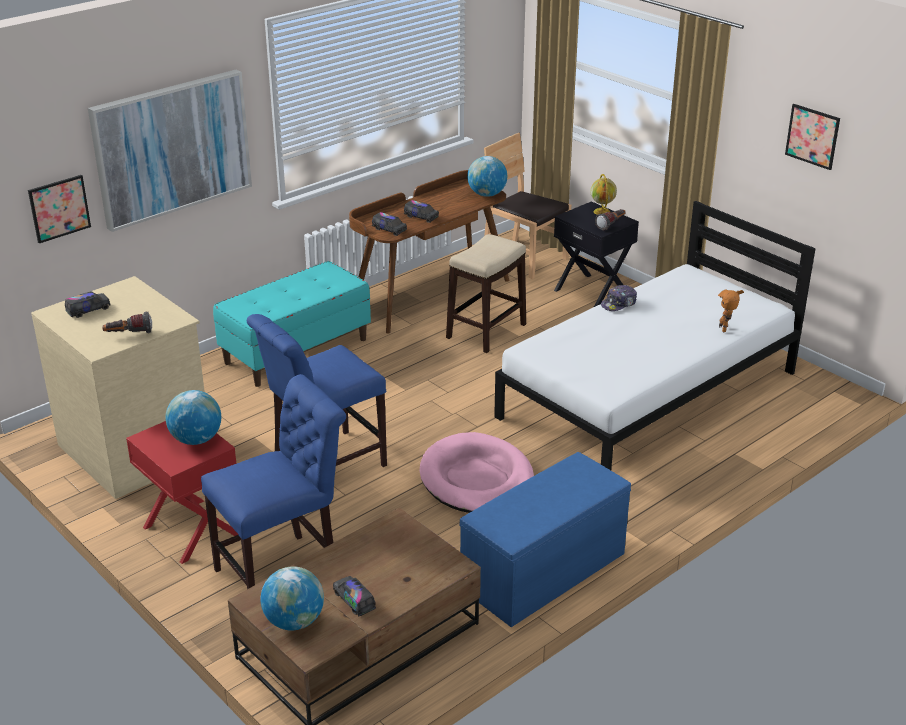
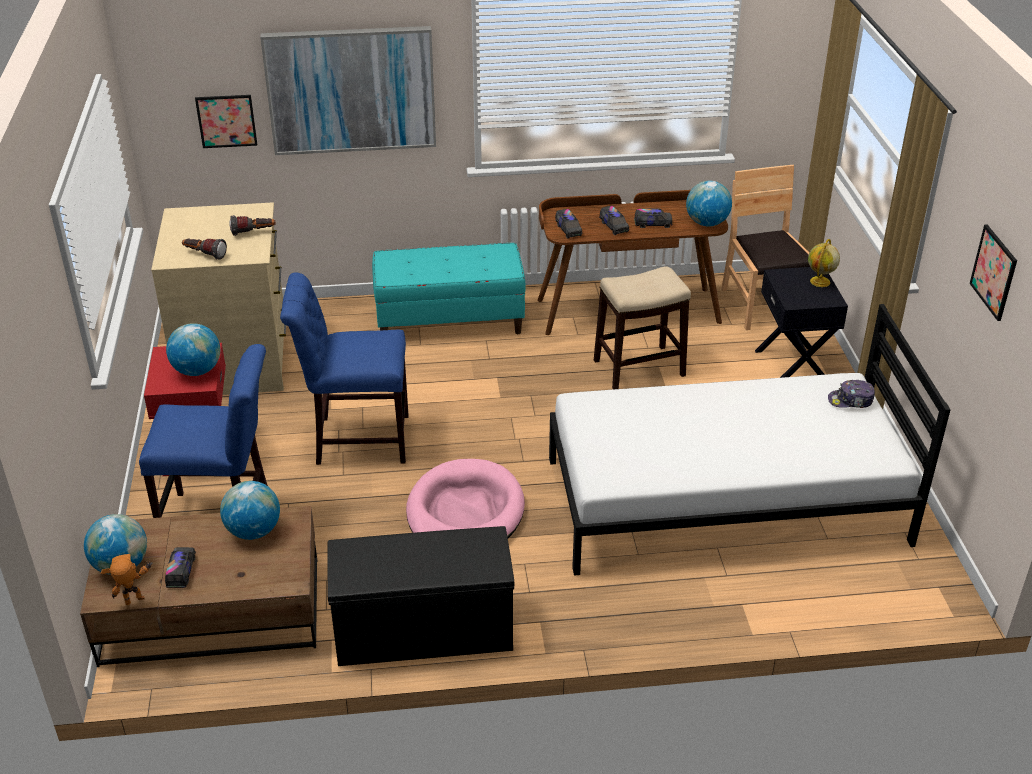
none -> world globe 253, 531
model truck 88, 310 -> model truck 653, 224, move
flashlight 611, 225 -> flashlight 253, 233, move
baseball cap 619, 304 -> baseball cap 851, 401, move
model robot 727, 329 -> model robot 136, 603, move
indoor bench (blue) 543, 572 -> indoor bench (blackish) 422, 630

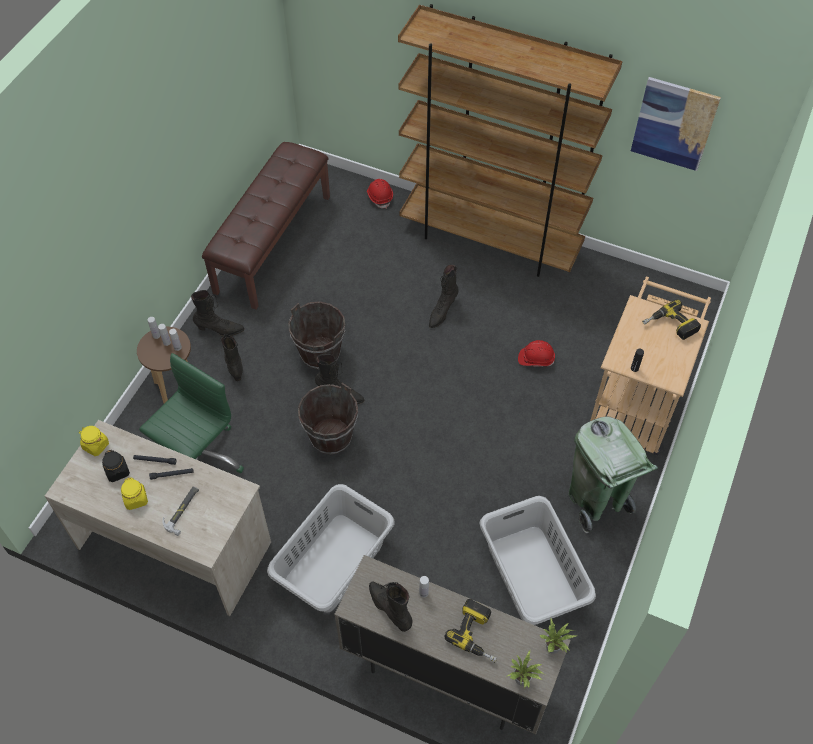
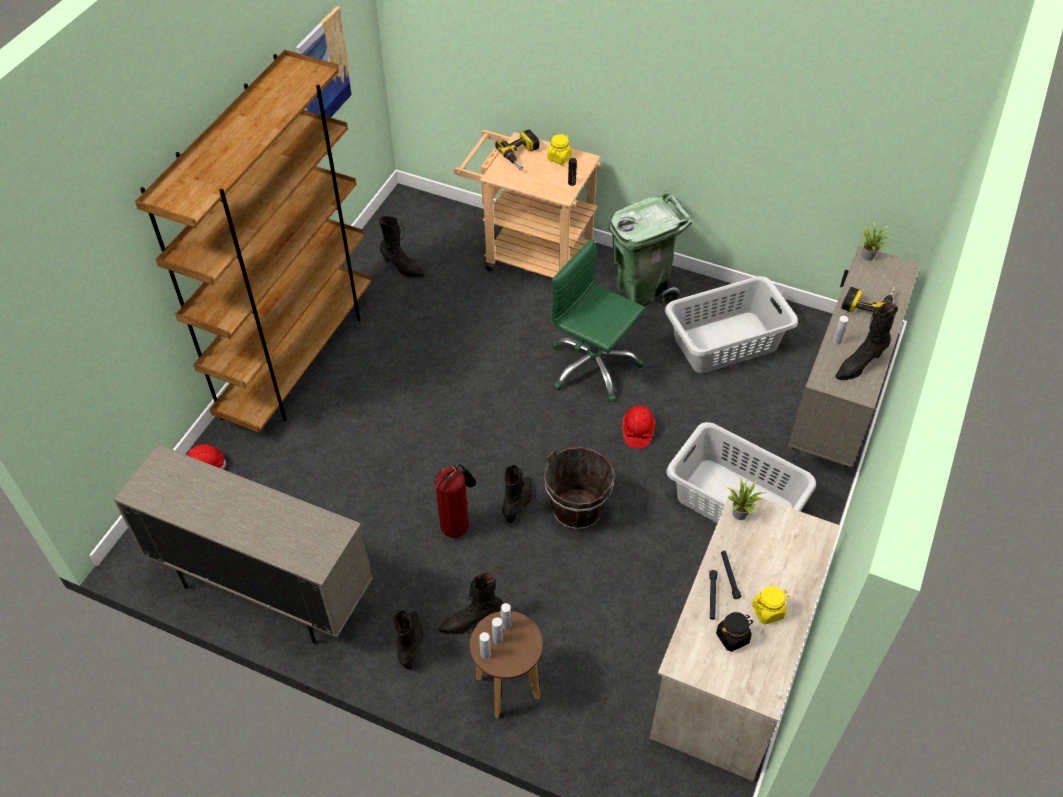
tool hammer 183, 510 -> none
jar (yellowish) 95, 445 -> jar (yellowish) 559, 158, move
desk chair (green) 199, 459 -> desk chair (green) 593, 366, move
boot (blackish) 442, 312 -> boot (blackish) 402, 268, move
houseplant 523, 680 -> houseplant 741, 513, move
safety helmet (red) 536, 359 -> safety helmet (red) 637, 431, move
indoor bench (brownish) 272, 243 -> cupboard (sand-coloured) 264, 590
water bucket (brownish) 320, 353 -> fire extinguisher 457, 525

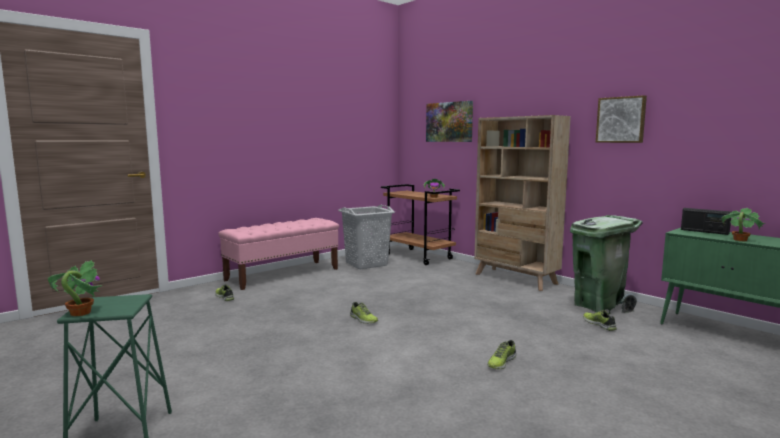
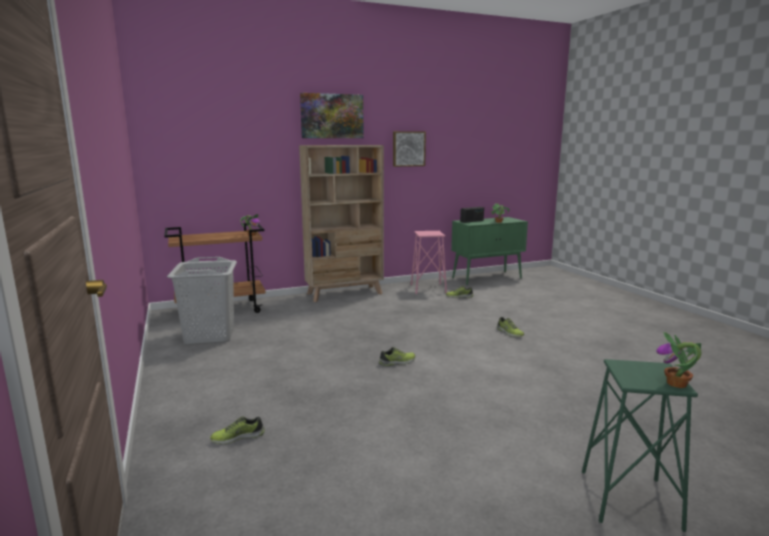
indoor bench (pink) 283, 274 -> none
picture 449, 122 -> picture 332, 116, move
waste bin (green) 599, 307 -> sitting stool (pink) 428, 289

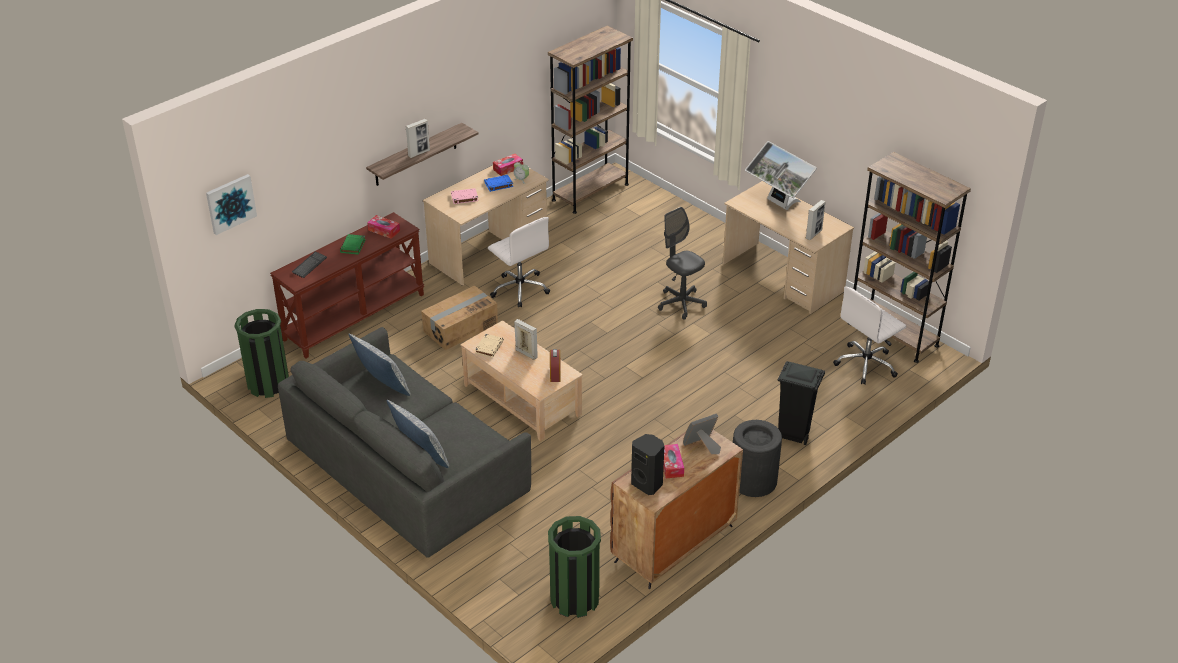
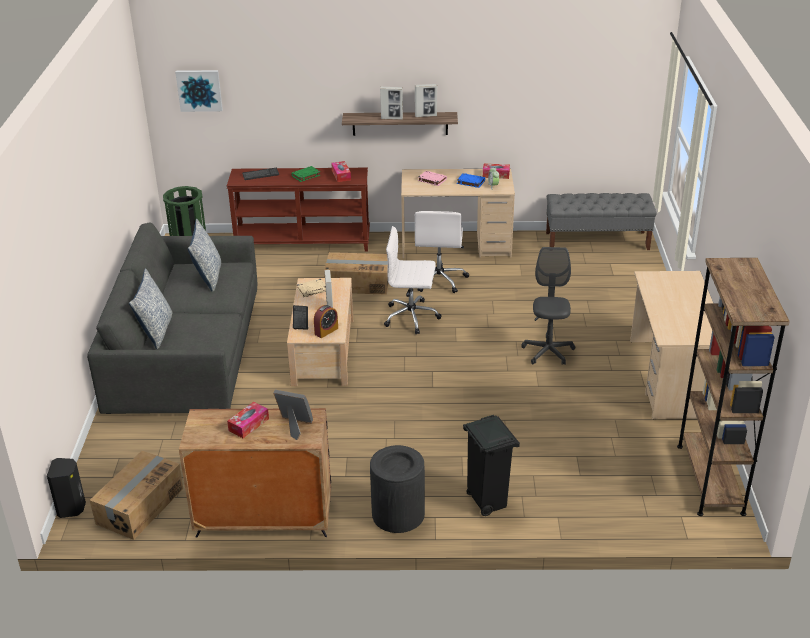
monitor 778, 204 -> none
none -> keyboard 300, 318
speaker (blackish) 647, 484 -> speaker (blackish) 72, 508, move
standing frame 813, 234 -> standing frame 426, 116, move
desk chair (white-coloured) 866, 364 -> desk chair (white-coloured) 412, 317, move
bookshelf (brownish) 590, 192 -> indoor bench (greyish) 597, 241
waste bin (green) 574, 599 -> carton 139, 506

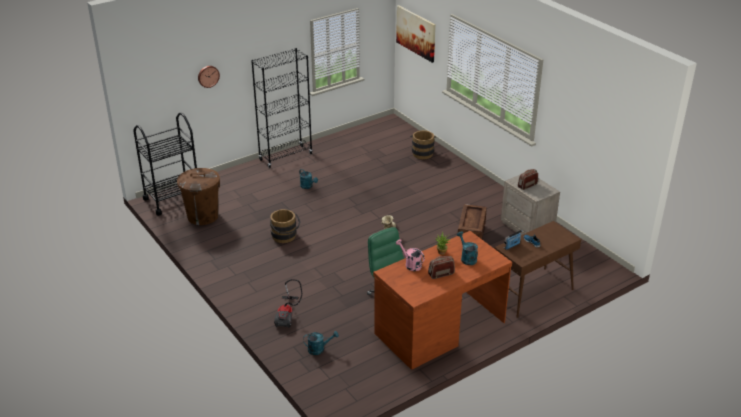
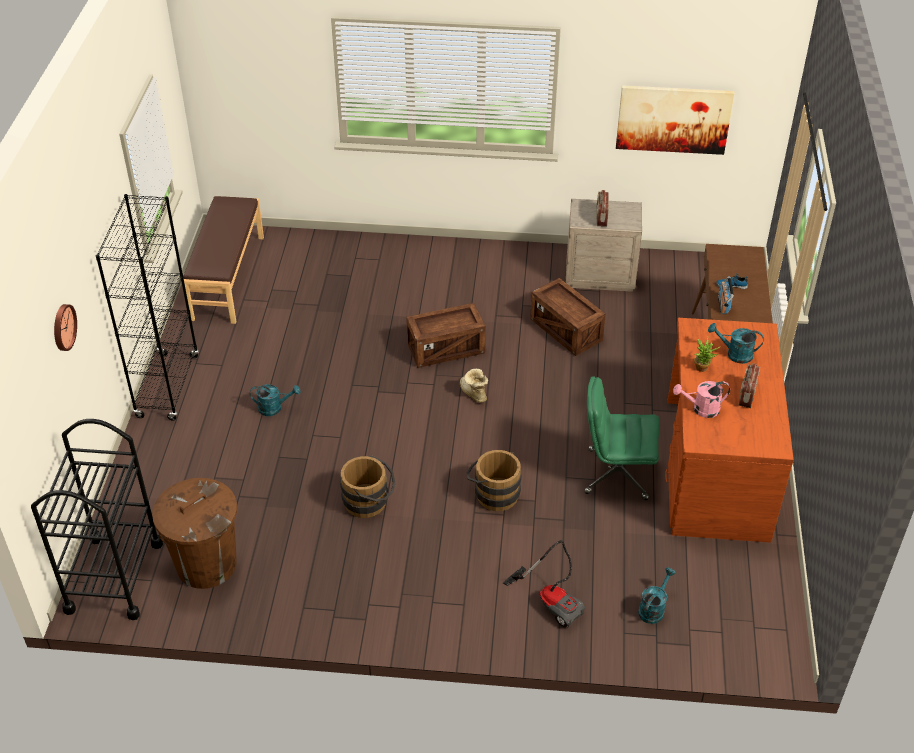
none -> indoor bench (brownish) 227, 277
none -> shipping crate 446, 349
picture 416, 33 -> picture 673, 119, move
water bucket (brownish) 422, 153 -> water bucket (brownish) 493, 493, move

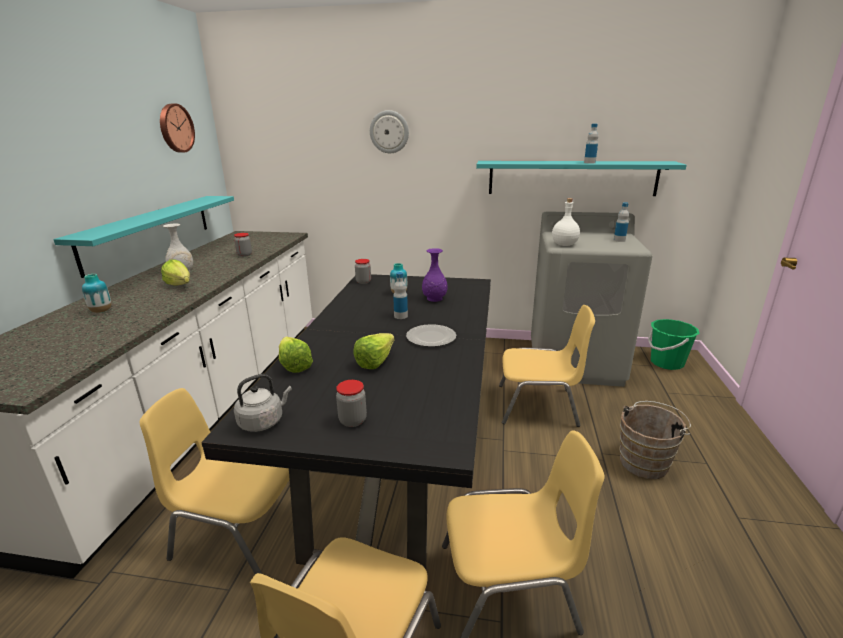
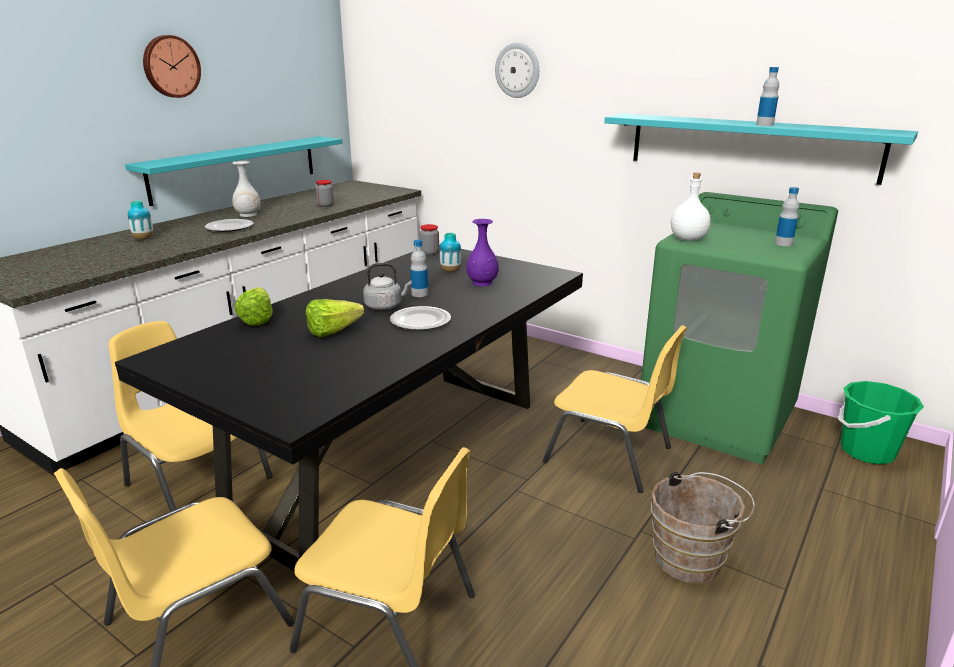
jar 352, 420 -> none
wall clock 175, 128 -> wall clock 170, 66, move
tea kettle (greyish) 263, 422 -> tea kettle (greyish) 385, 306, move
lettuce 180, 286 -> flat dish 230, 227
laundry machine (greyish) 575, 362 -> laundry machine (green) 717, 417

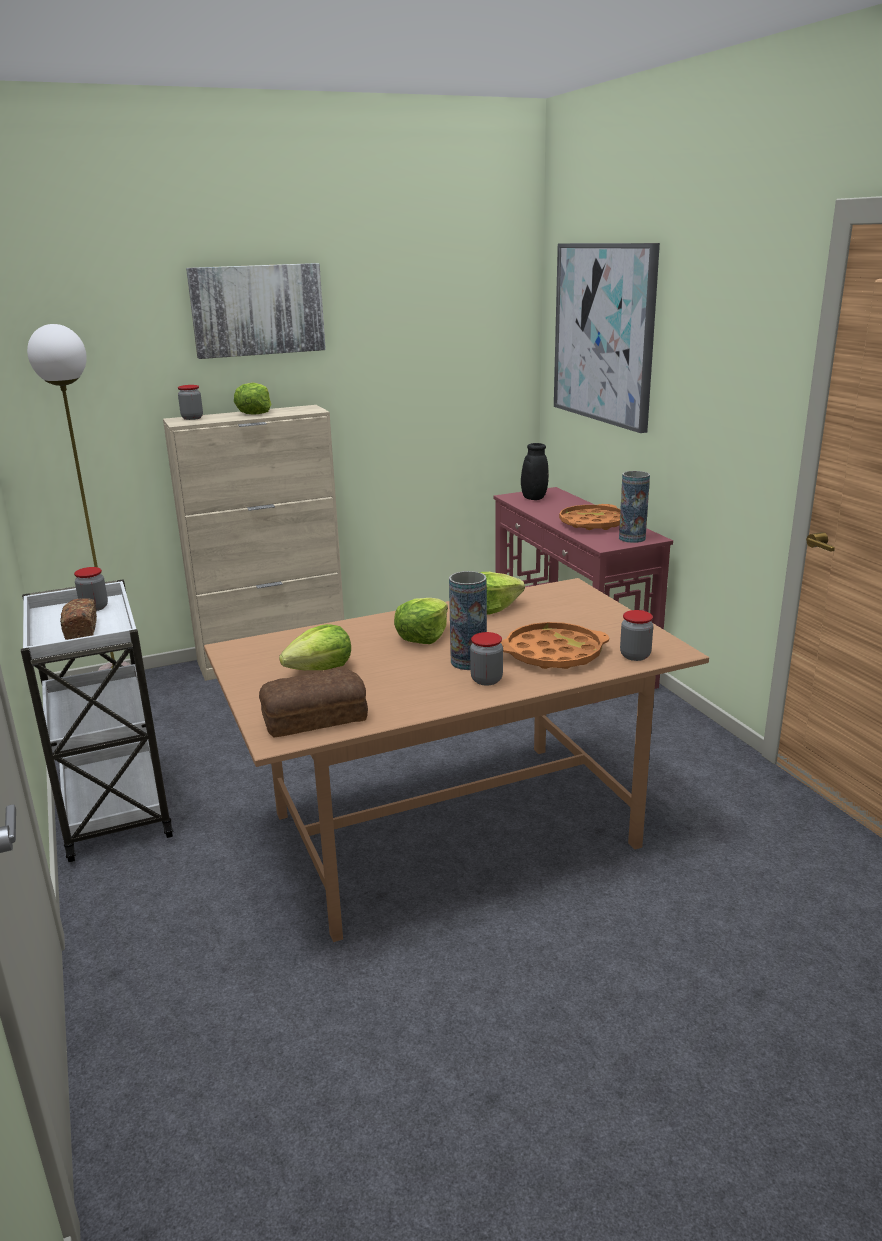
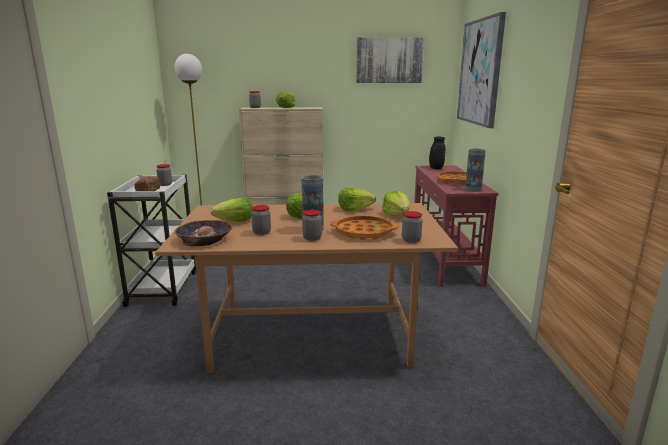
none -> jar 261, 232
none -> lettuce 397, 215
picture 257, 310 -> picture 389, 60, move
bread 313, 717 -> serving bowl 204, 239

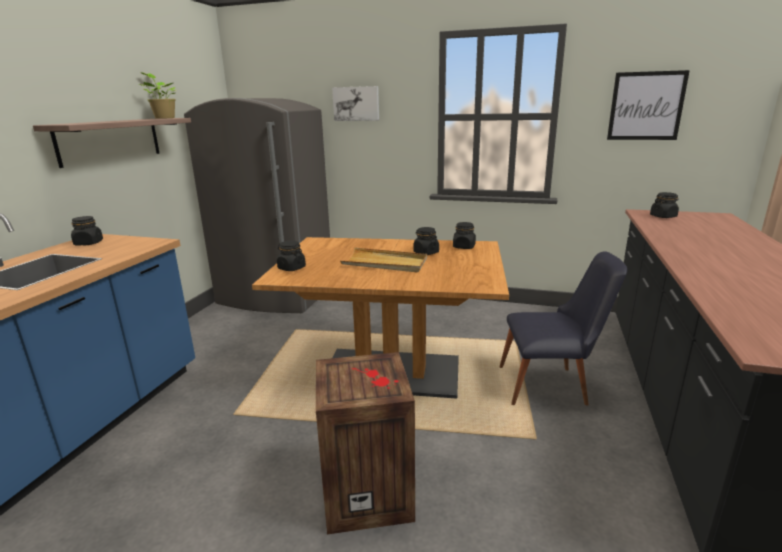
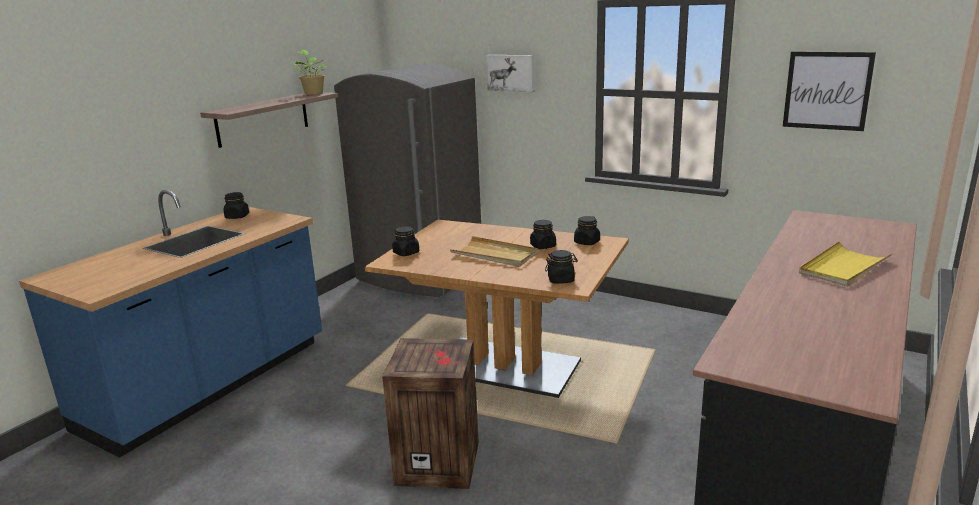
chair (blackish) 551, 386 -> none
none -> serving tray (yellowish) 843, 267
jar (blackish) 663, 216 -> jar (blackish) 561, 280, move

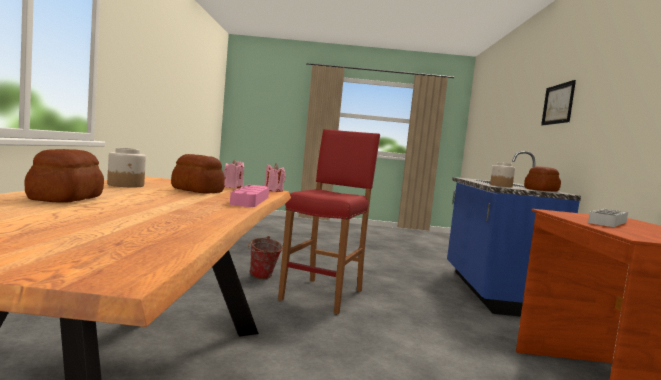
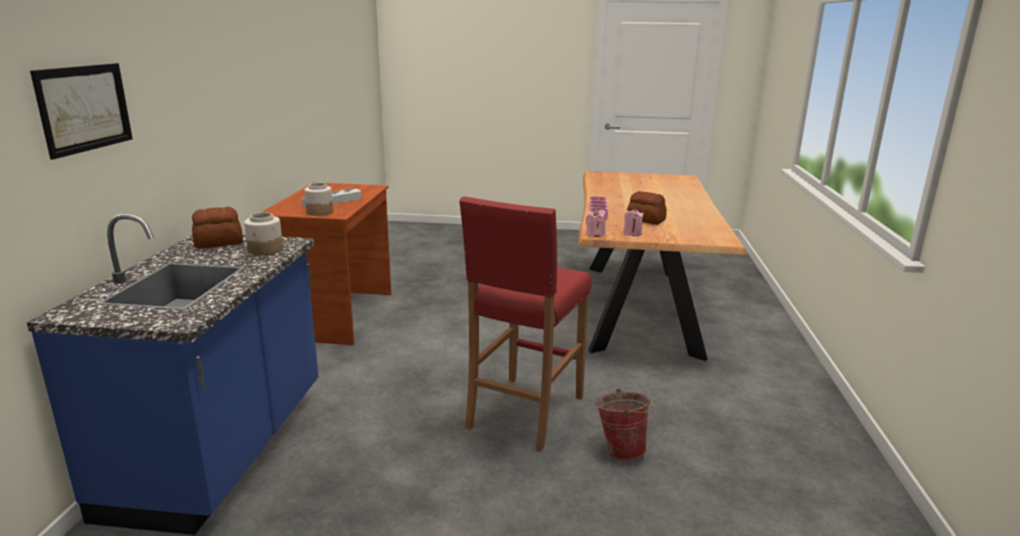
bread 64, 198 -> none
jar 126, 185 -> jar 319, 212, move

